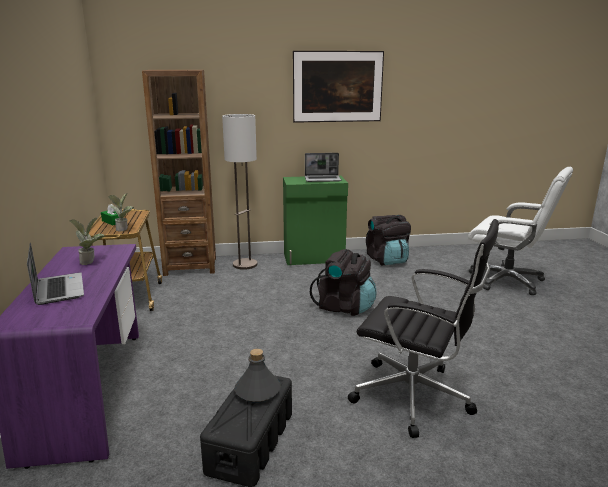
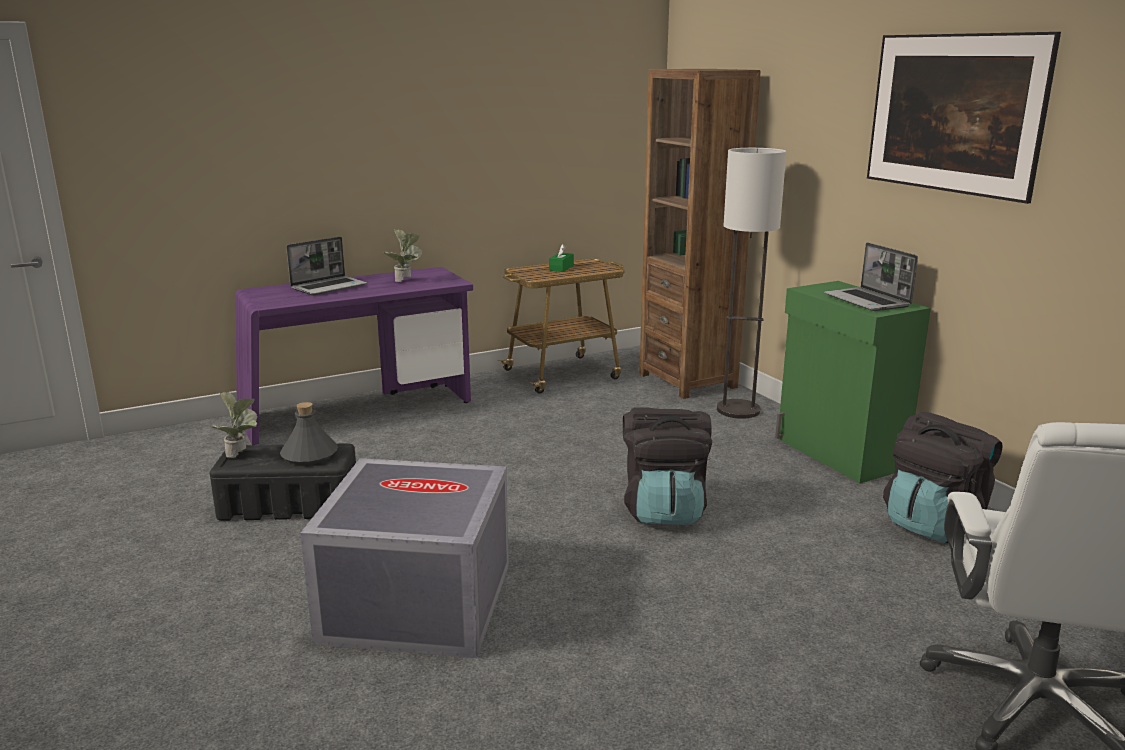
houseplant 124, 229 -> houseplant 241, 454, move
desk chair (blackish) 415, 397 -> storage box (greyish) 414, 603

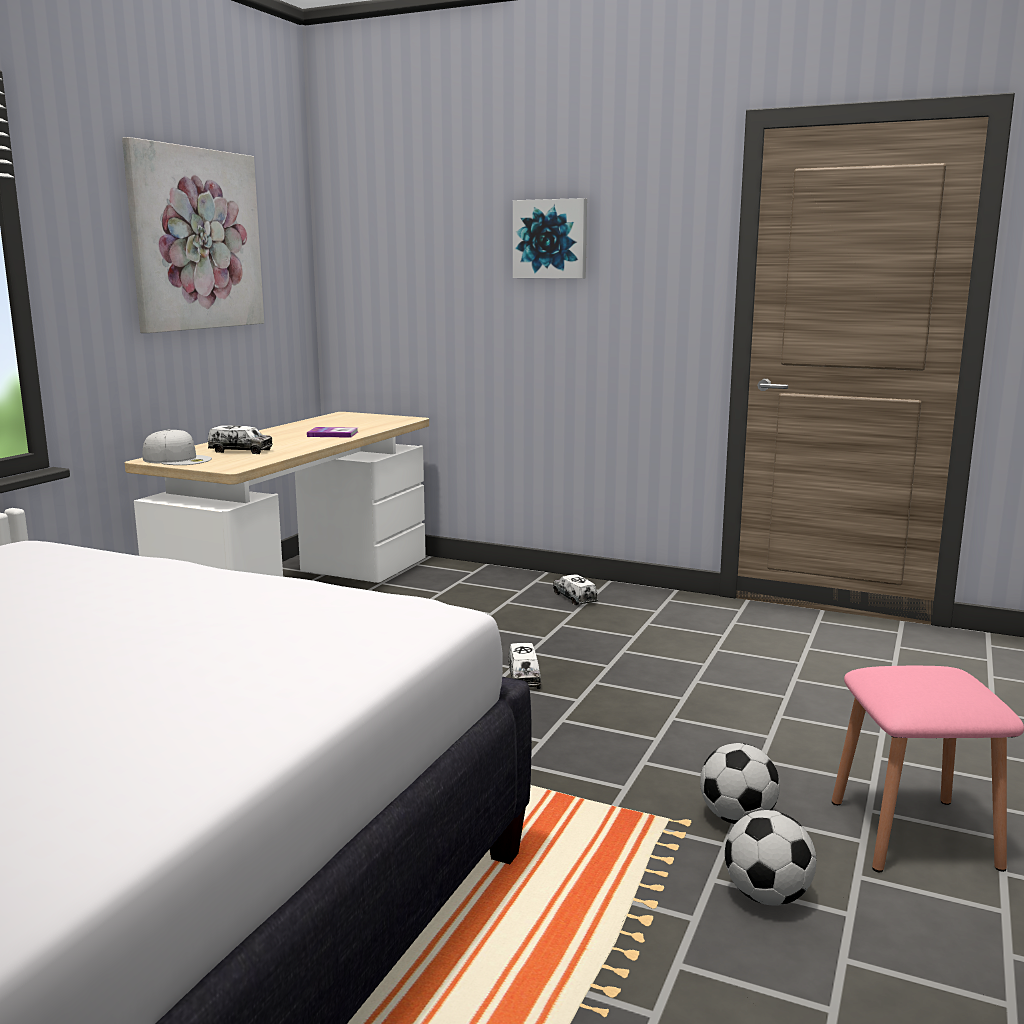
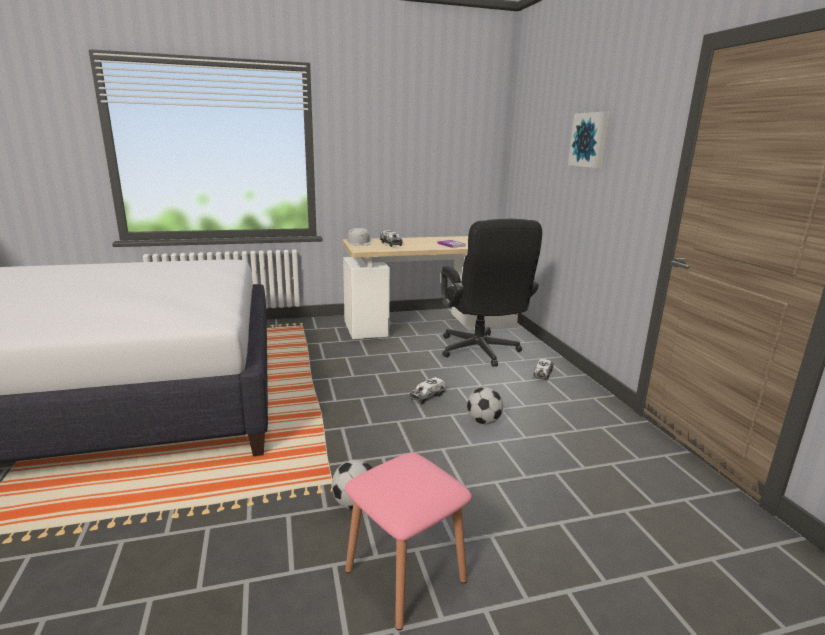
picture 196, 239 -> none
none -> desk chair (blackish) 481, 352
ball for football 768, 896 -> ball for football 484, 422, move

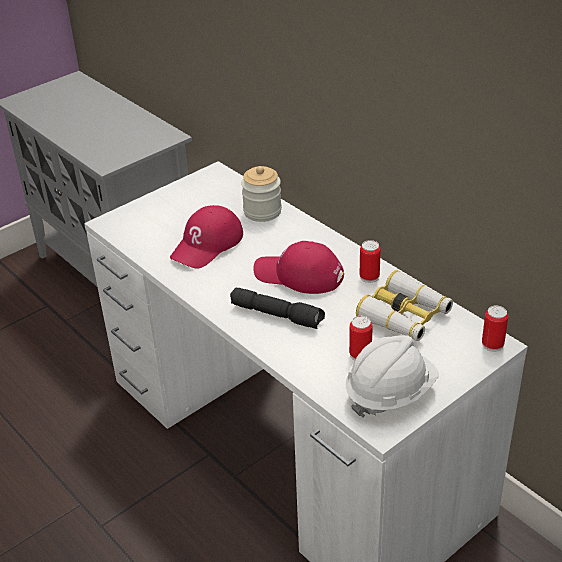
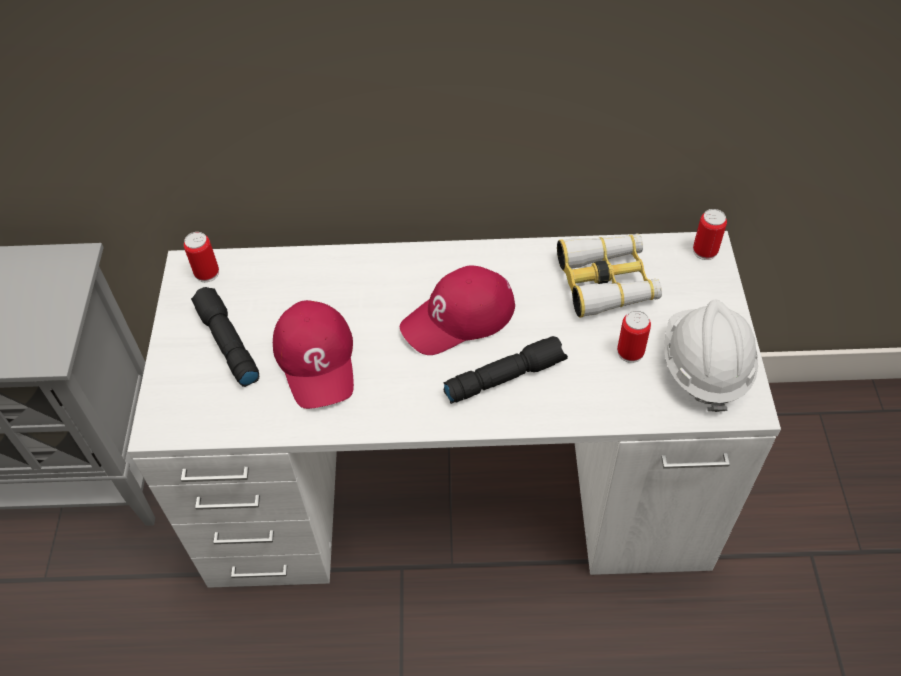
jar 262, 211 -> none
none -> flashlight (blackish) 226, 343
metal can 369, 277 -> metal can 207, 273, move

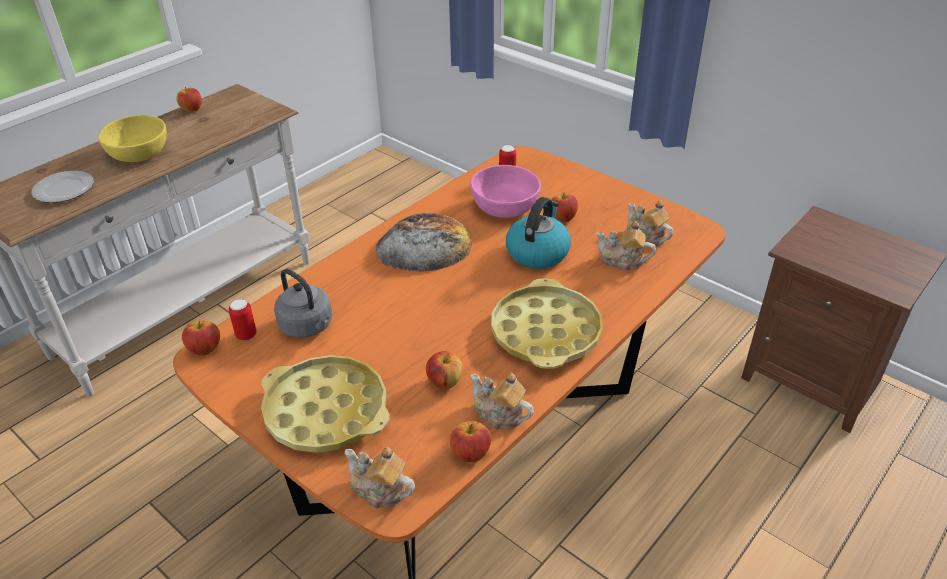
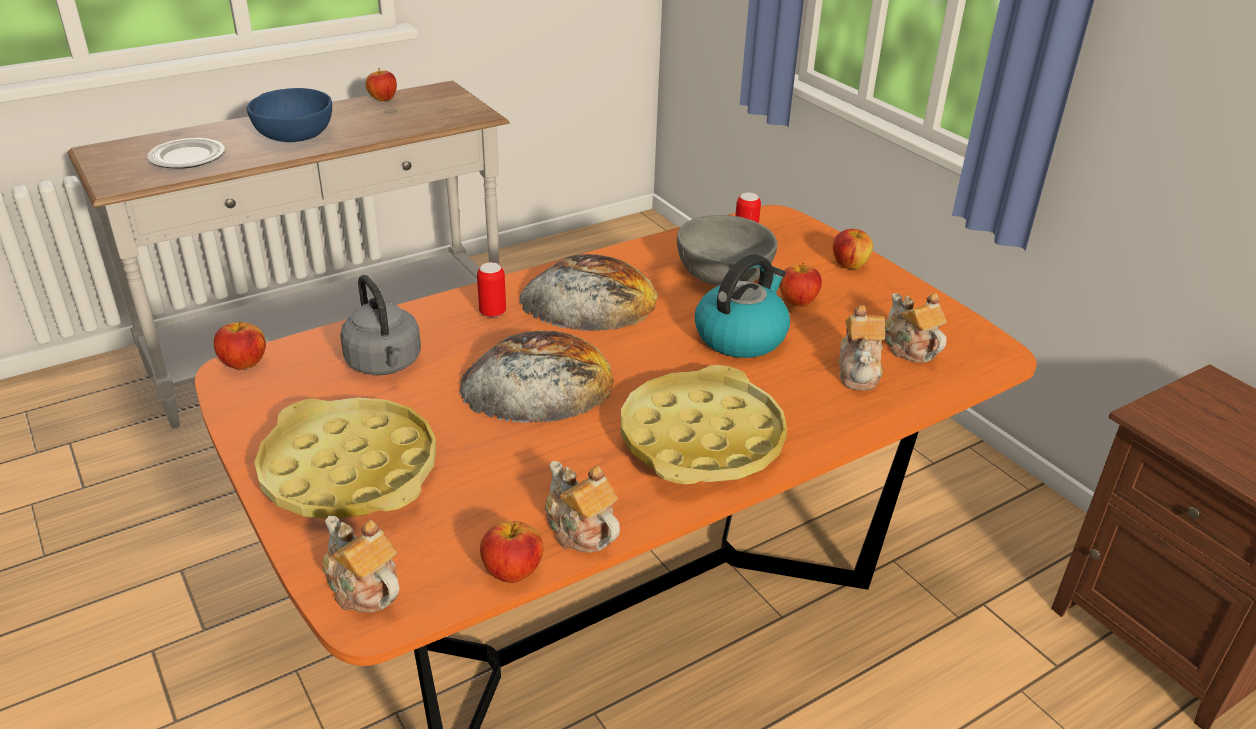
none -> bread 538, 382
metal can 246, 335 -> metal can 492, 313, move
whole apple 444, 382 -> whole apple 849, 265, move
serving bowl (yellowish) 139, 153 -> serving bowl (blue) 294, 134
serving bowl (pink) 505, 206 -> serving bowl (greyish) 724, 273
teapot 622, 261 -> teapot 859, 371, 120 degrees counterclockwise

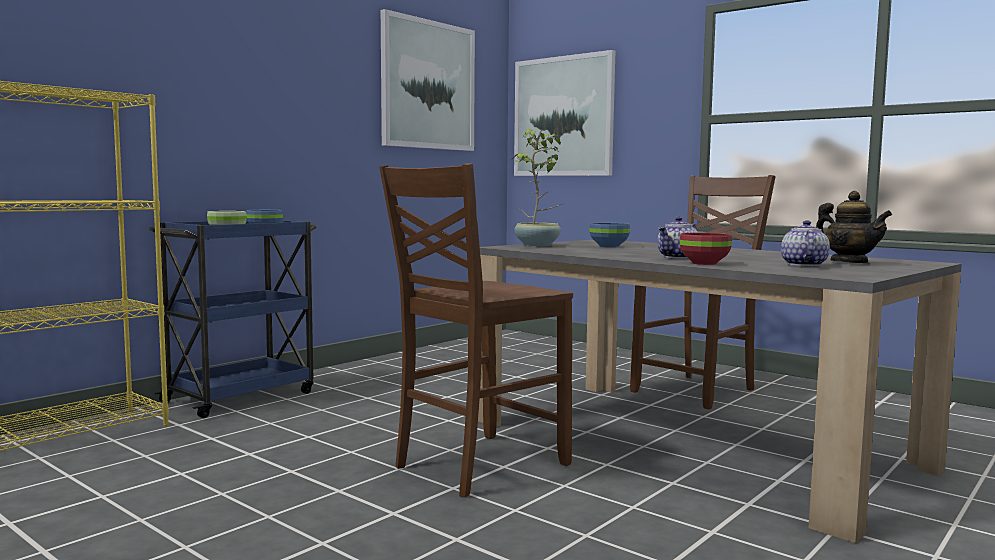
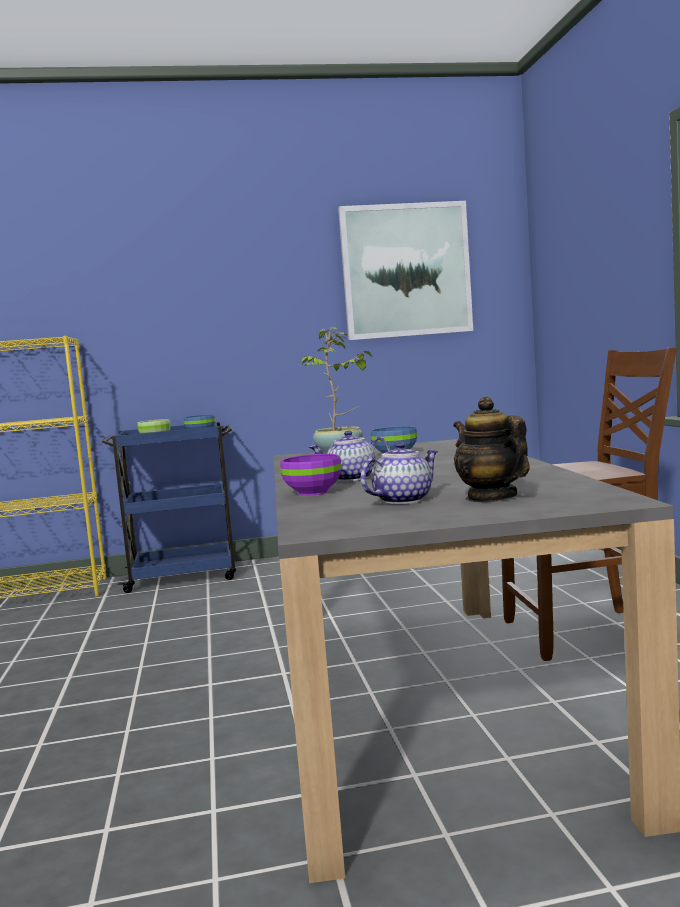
chair (brownish) 477, 465 -> none
picture 563, 116 -> none
serving bowl (red) 703, 263 -> serving bowl (purple-coloured) 312, 492
teapot 849, 262 -> teapot 491, 497, 150 degrees clockwise

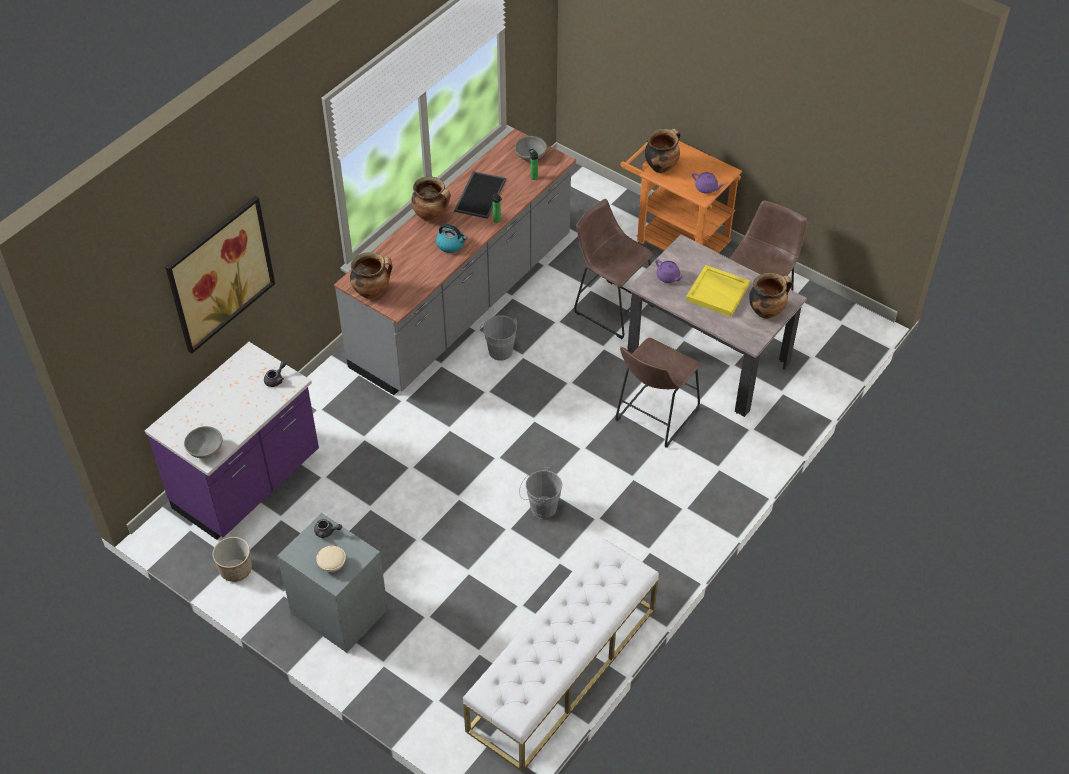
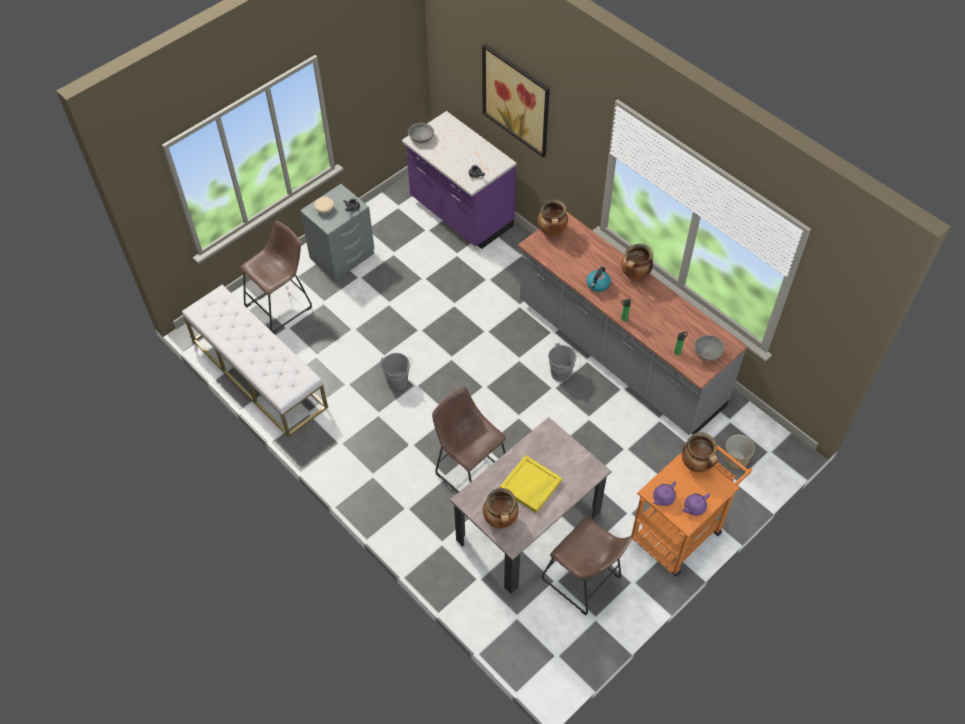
serving tray 479, 194 -> none
flower pot 235, 569 -> flower pot 735, 459, move
sitting stool (brownish) 611, 306 -> sitting stool (brownish) 282, 305, move
teapot (purple-coloured) 668, 277 -> teapot (purple-coloured) 694, 507, move

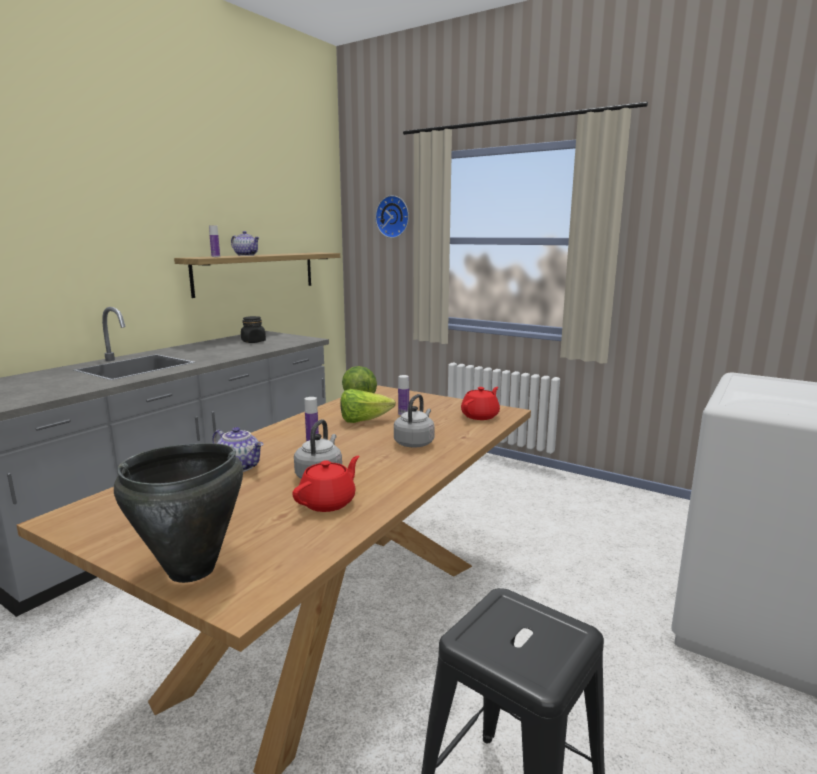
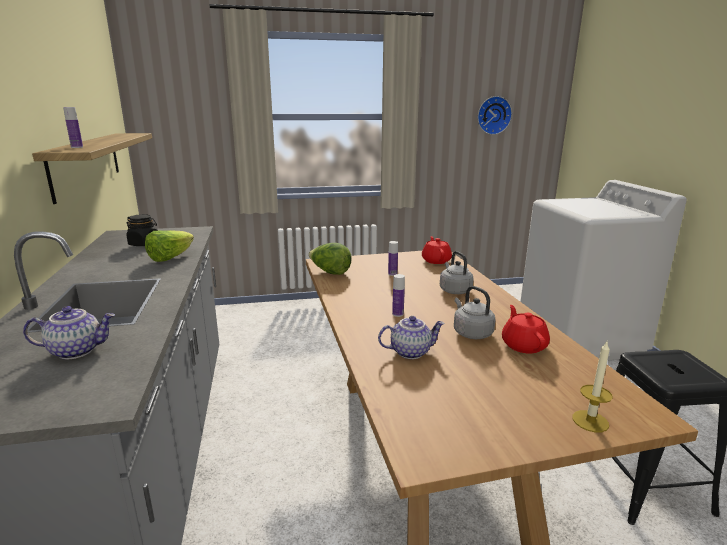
teapot 247, 255 -> teapot 77, 350, move
lettuce 363, 421 -> lettuce 170, 258, move
wall clock 393, 217 -> wall clock 493, 115, move
saucepot (blackish) 192, 570 -> wax light 590, 421

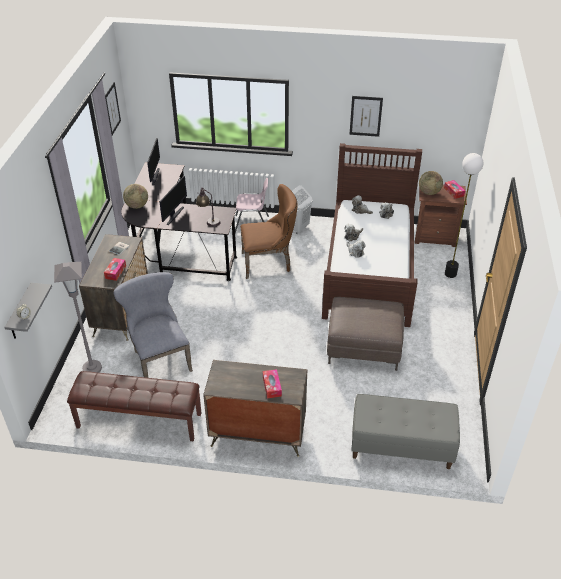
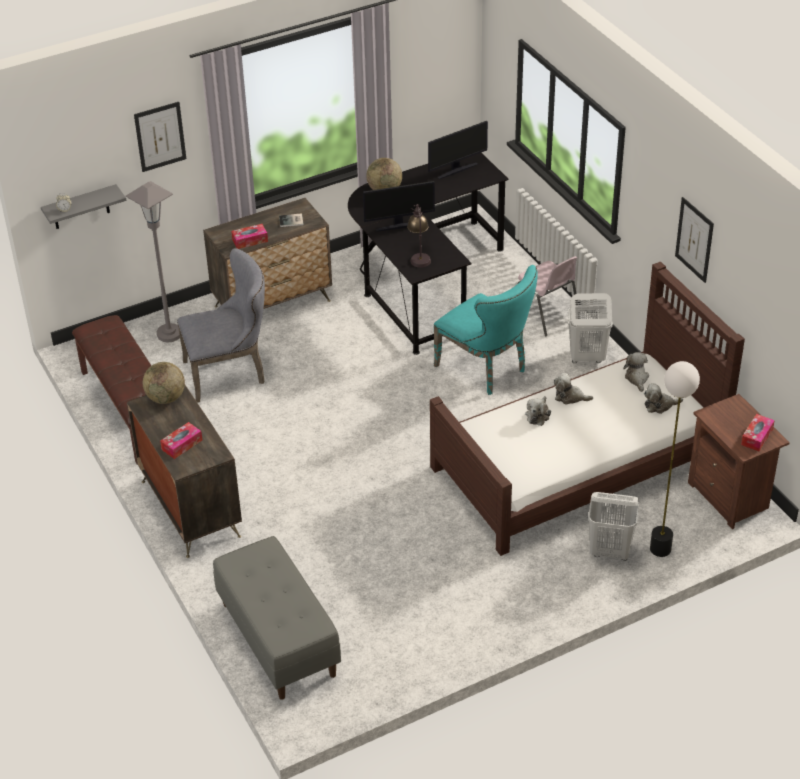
ottoman (brownish) 364, 347 -> none
none -> hamper (white-coloured) 610, 551
picture 112, 109 -> picture 160, 136, move
world globe 429, 192 -> world globe 166, 398, move
chair (brownish) 269, 263 -> chair (turquoise) 486, 369
chair (greyish) 159, 359 -> chair (greyish) 230, 373, 45 degrees clockwise

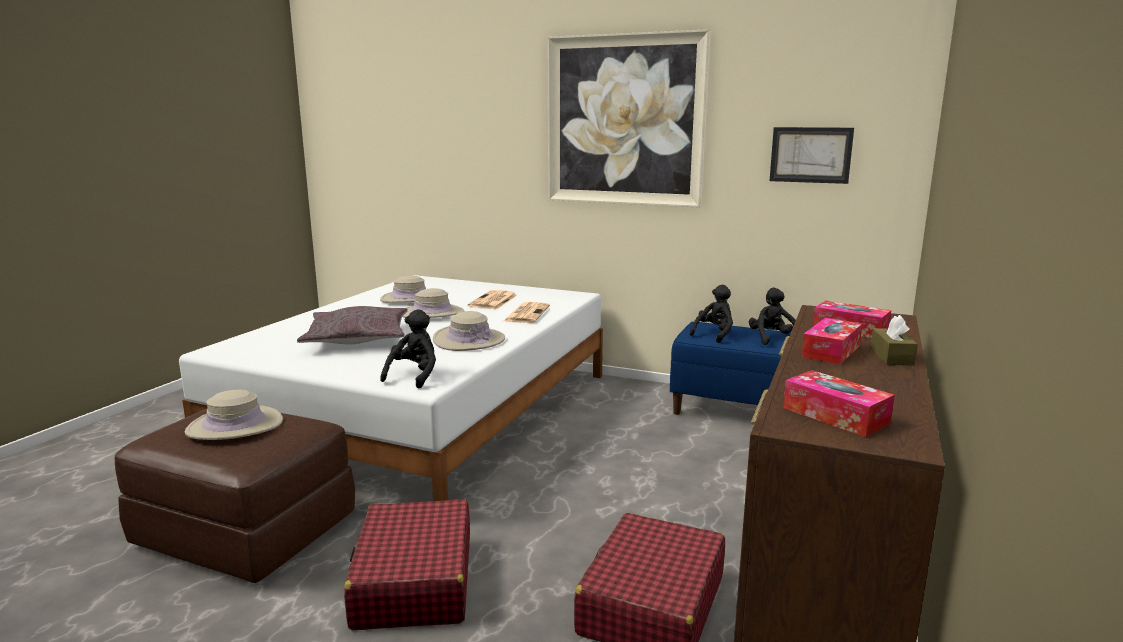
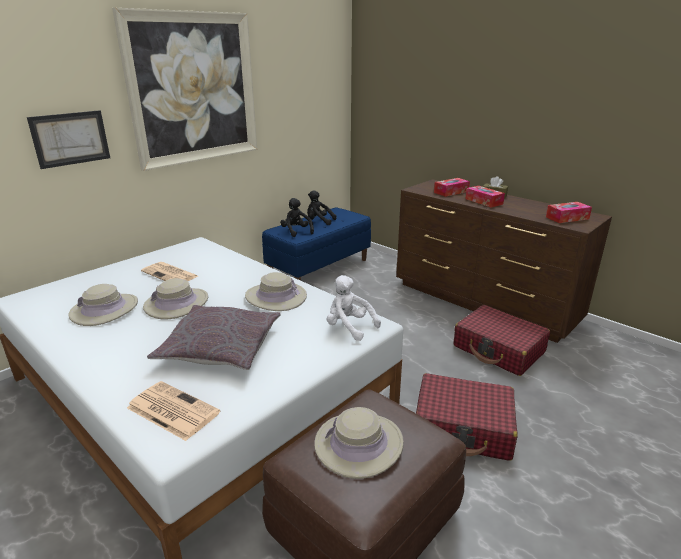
newspaper 526, 313 -> newspaper 171, 410, move
picture 810, 155 -> picture 70, 138, move
soft toy (blackish) 414, 376 -> soft toy (white-coloured) 349, 327

